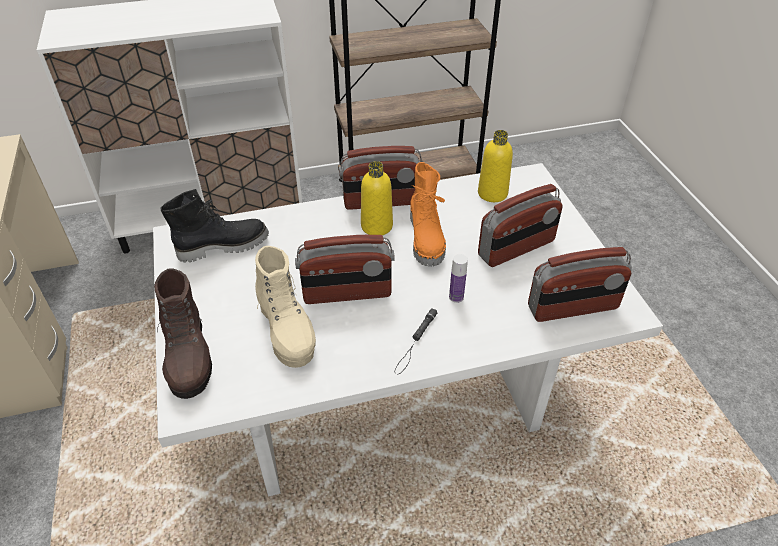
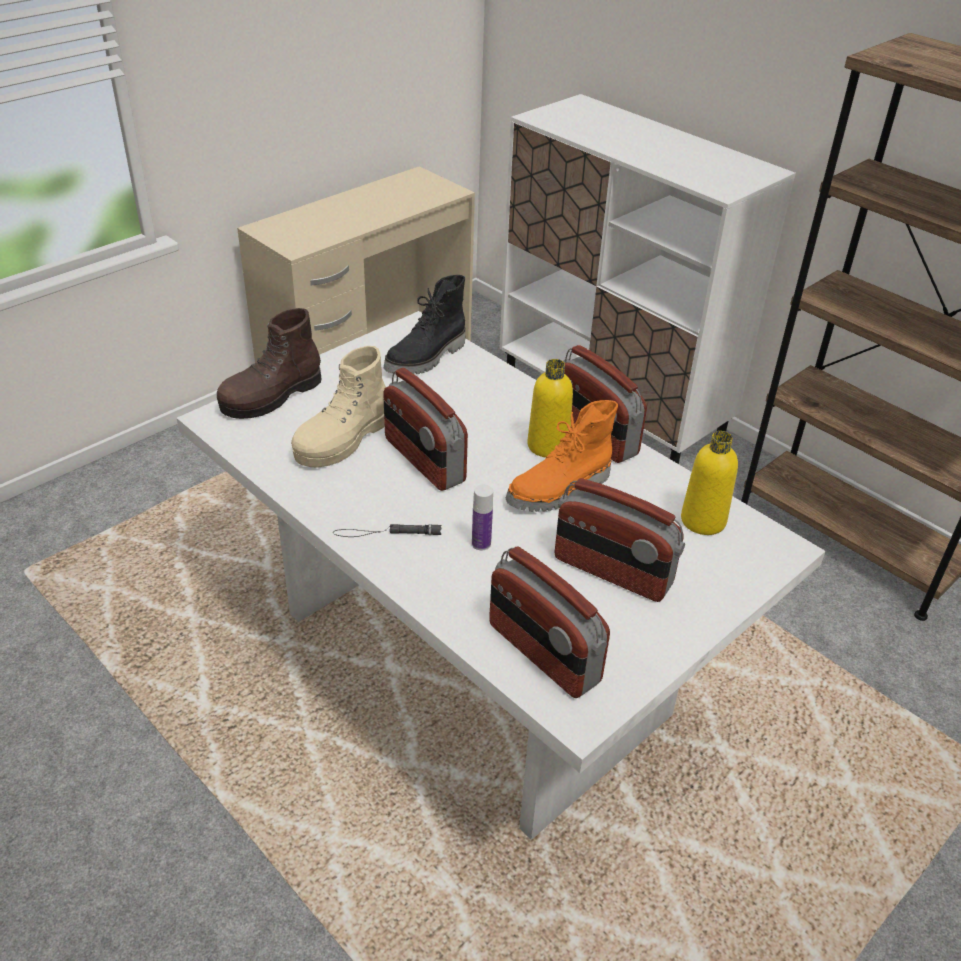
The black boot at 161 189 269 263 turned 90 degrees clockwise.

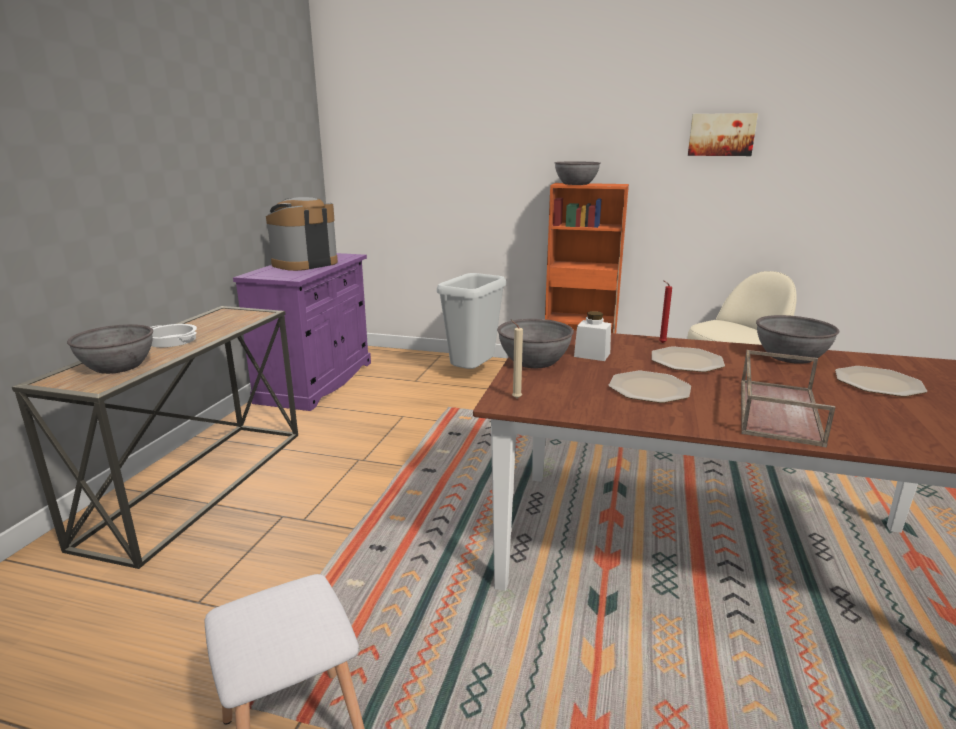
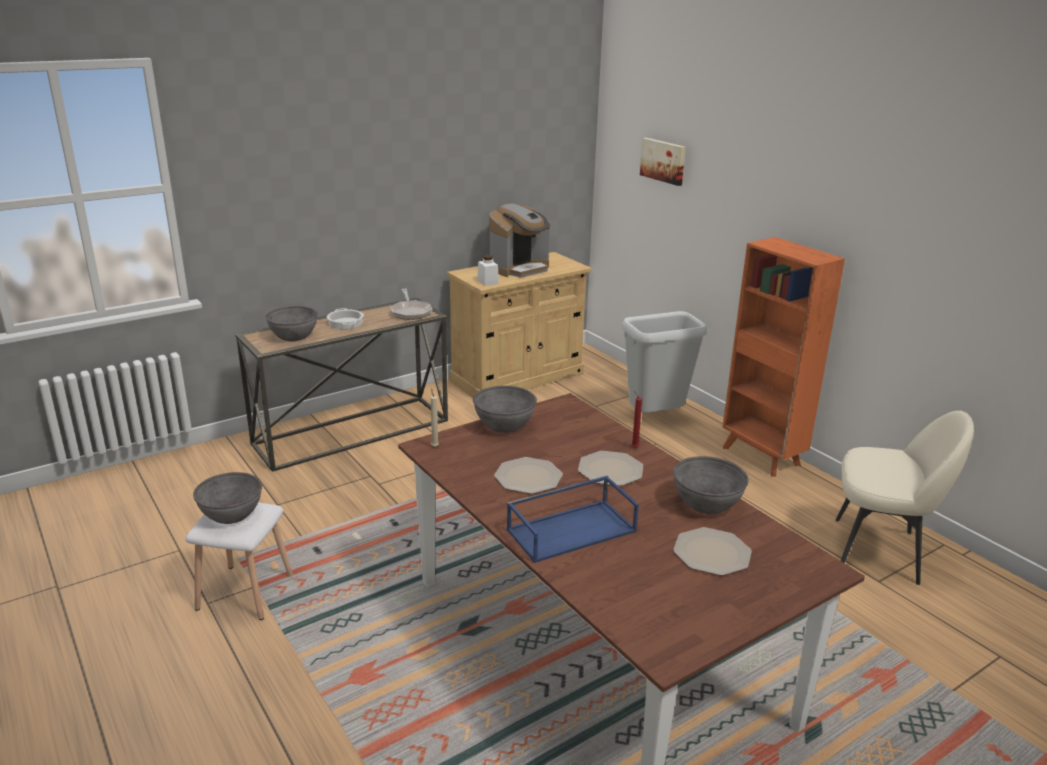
The grey bowl moved from 555 162 601 185 to 193 472 262 524. The frying pan at 390 289 432 320 appeared. The purple cabinet at 233 253 371 411 became the beige cabinet at 447 252 592 398. The white jar moved from 574 311 611 361 to 477 255 499 286. The coffee machine at 266 197 338 271 turned 150 degrees clockwise. The brown tray at 741 350 836 448 became the blue tray at 506 476 639 563. The picture moved from 688 113 758 156 to 640 138 686 186.

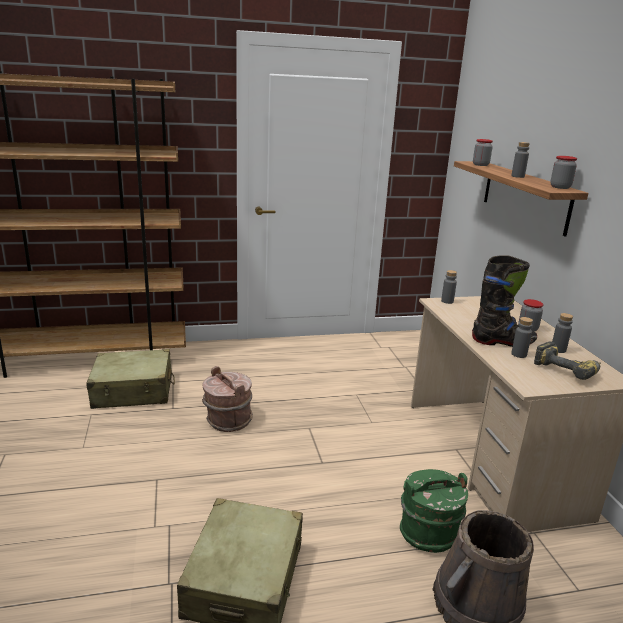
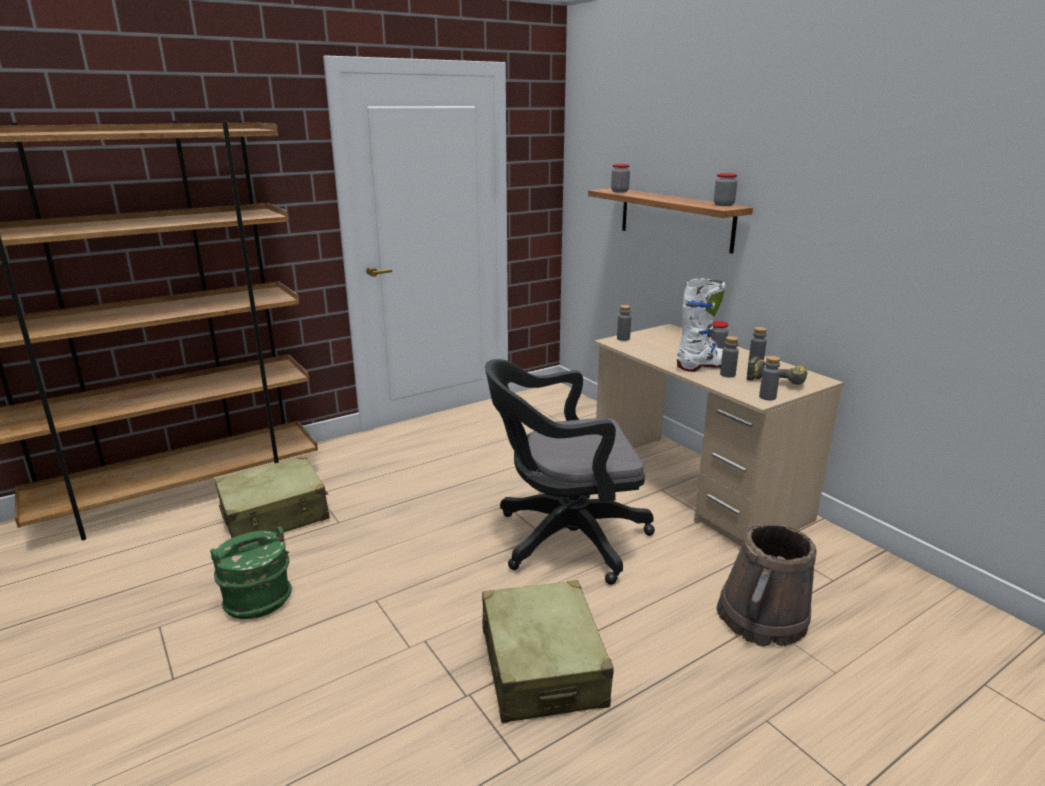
The green bucket moved from 400 469 468 553 to 210 526 292 619. The black office chair at 485 359 655 585 appeared. The black boot at 472 255 537 347 became the white boot at 677 278 726 372. The grey bottle moved from 511 142 530 178 to 759 356 780 400. The brown bucket at 202 366 253 432 disappeared.

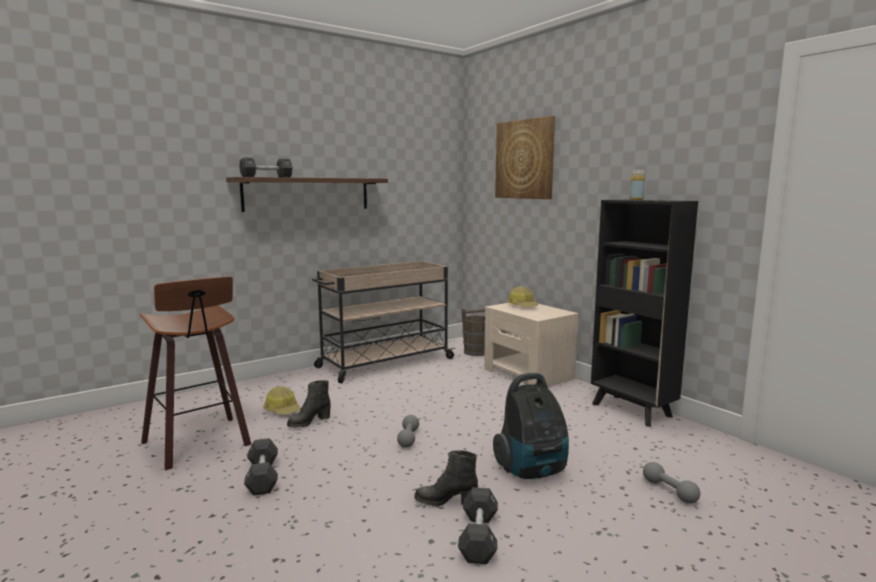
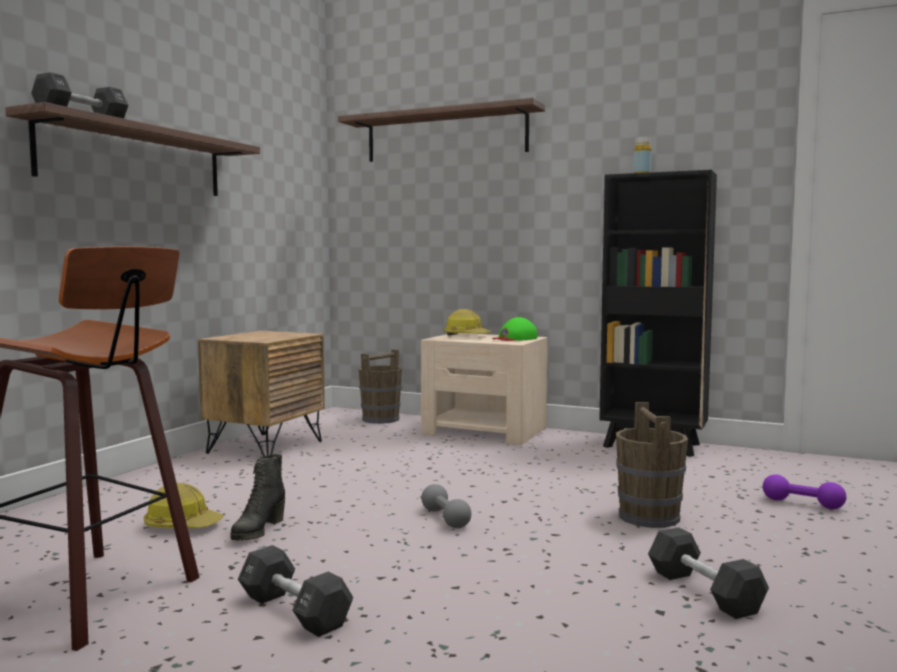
The beige cart at 312 261 456 383 was replaced by the brown nightstand at 198 331 325 456. The picture at 495 116 555 199 was replaced by the shelf at 338 98 545 162. The green cap at 492 317 538 341 appeared. The vacuum cleaner at 493 373 569 479 was replaced by the brown bucket at 616 402 688 528. The grey dumbbell at 643 462 700 504 became the purple dumbbell at 763 474 846 509. The black boot at 414 450 478 507 disappeared.

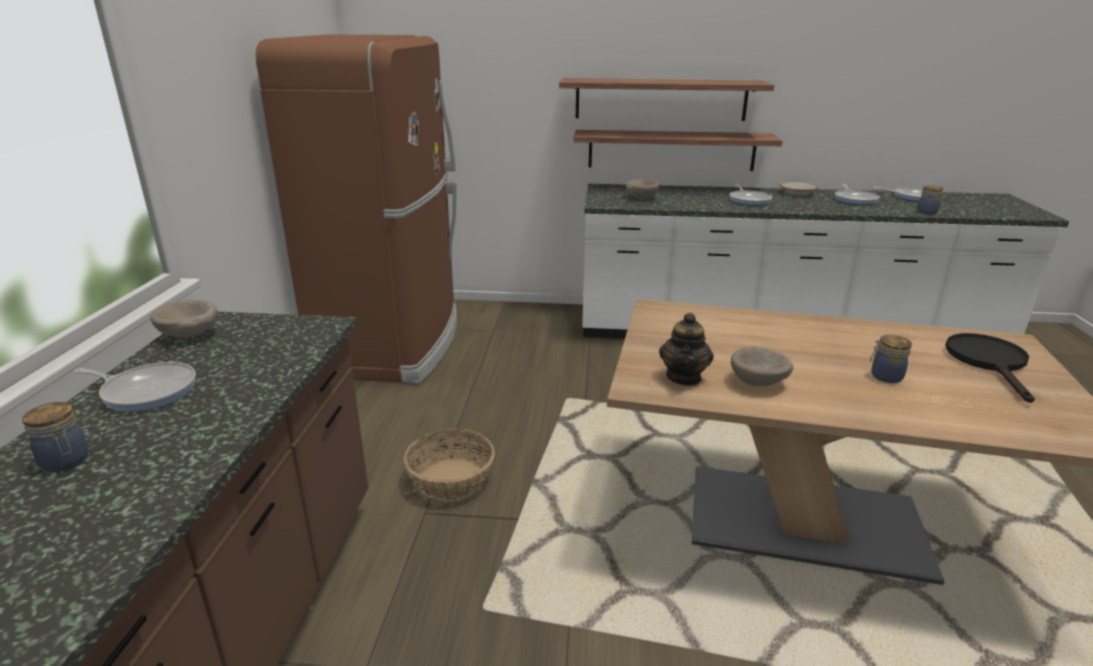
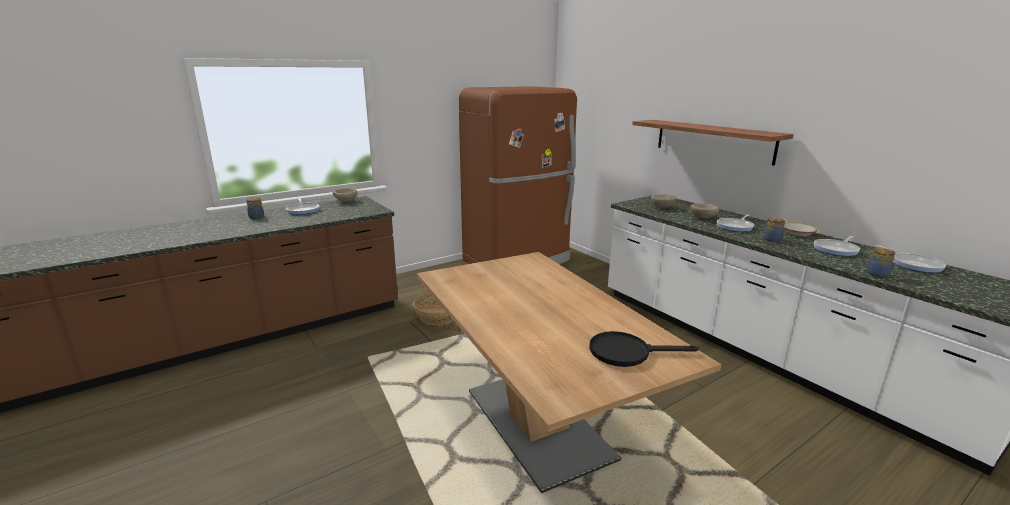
The black frying pan at 945 333 1035 403 turned 150 degrees counterclockwise. The beige bowl moved from 731 346 793 386 to 690 203 719 219. The jar moved from 870 335 912 383 to 764 218 785 242. The shelf at 573 130 782 171 disappeared. The teapot at 659 313 714 386 disappeared.

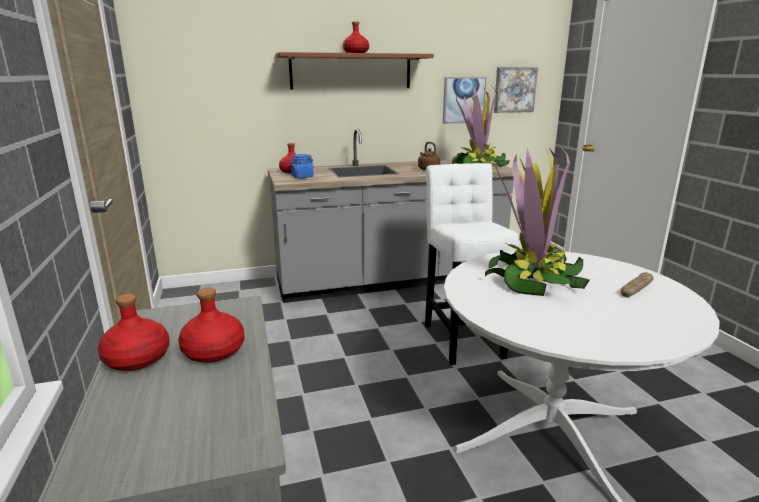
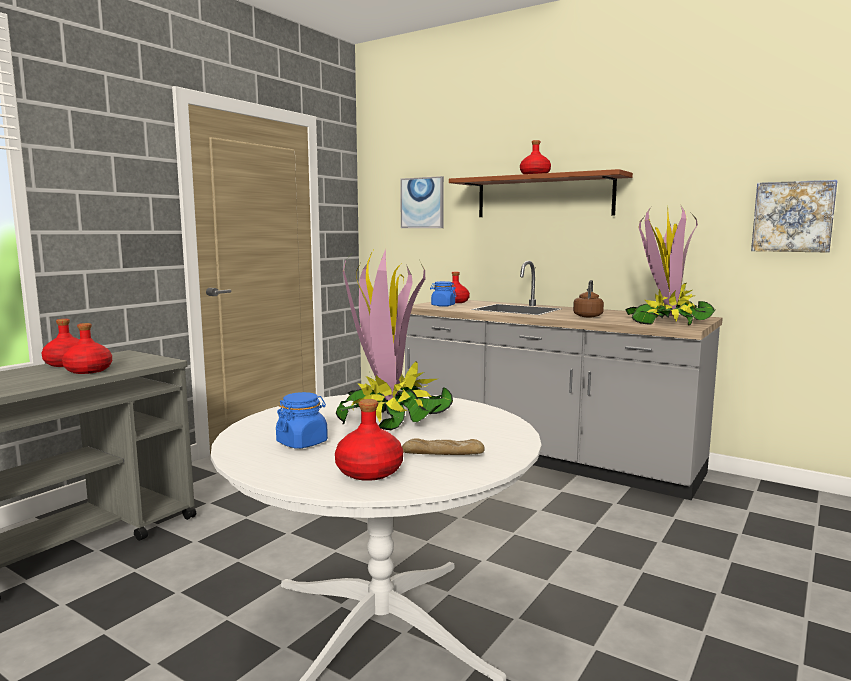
The blue jar at 276 392 328 449 appeared. The red bottle at 335 399 403 481 appeared. The picture moved from 443 77 487 124 to 400 176 444 228. The white stool at 425 163 519 365 disappeared.

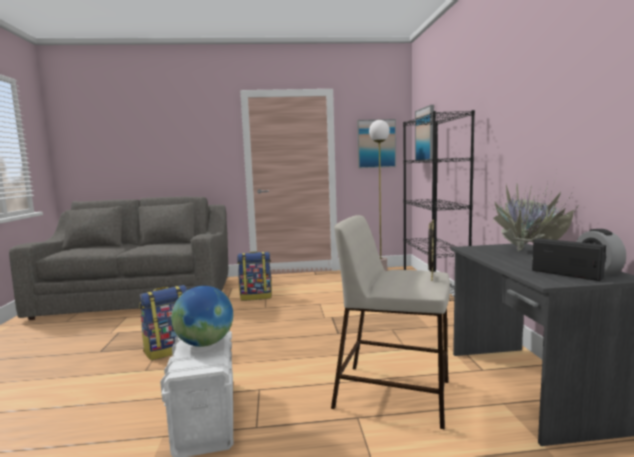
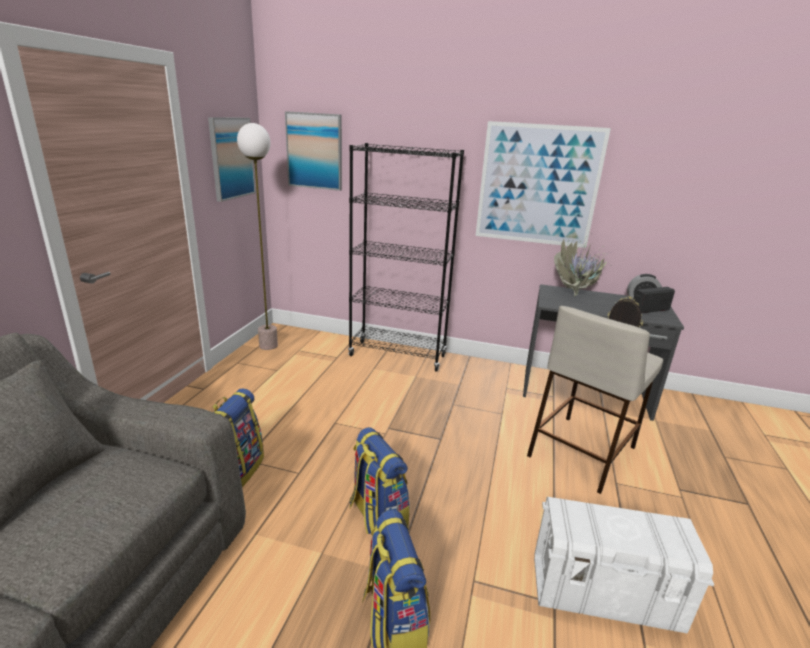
The backpack at 349 427 410 535 appeared. The picture at 475 121 611 248 appeared. The globe at 171 286 233 347 disappeared.

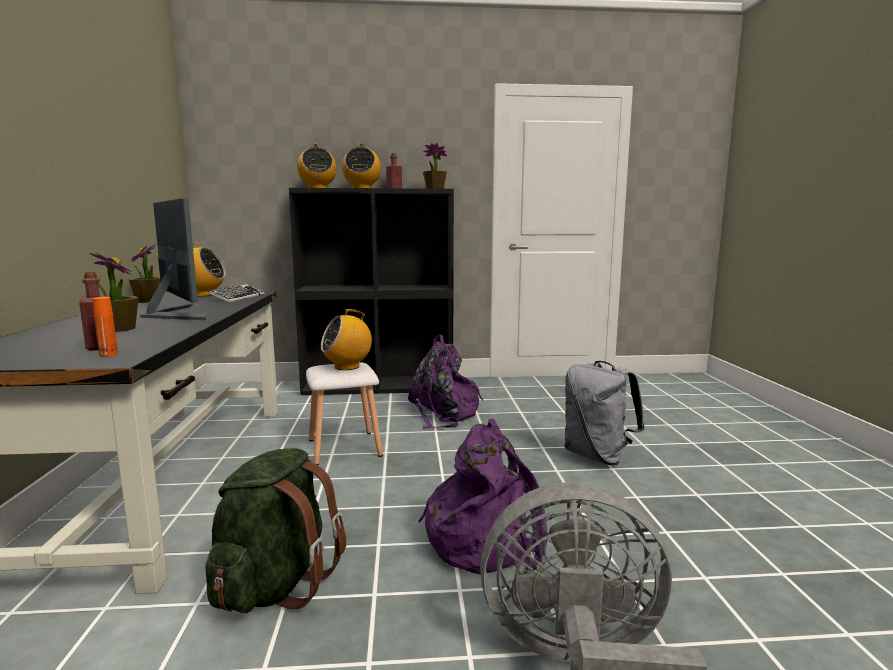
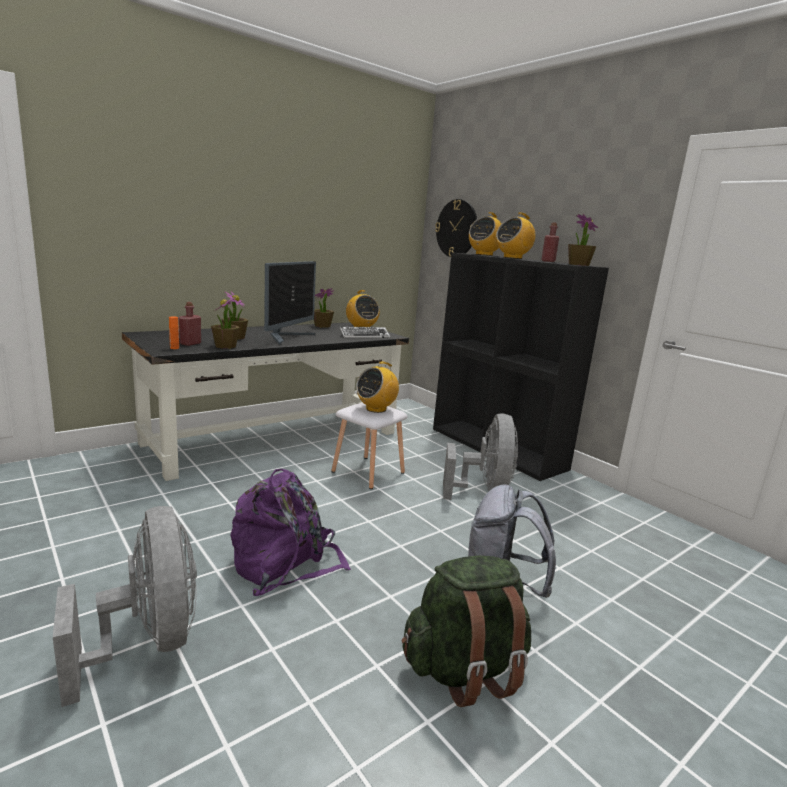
The potted plant at 211 297 240 349 appeared. The radio at 321 309 372 370 turned 75 degrees counterclockwise. The green backpack moved from 205 448 346 613 to 402 556 531 707. The wall clock at 435 199 477 257 appeared. The purple backpack at 408 334 483 428 was replaced by the grey fan at 443 413 518 500.

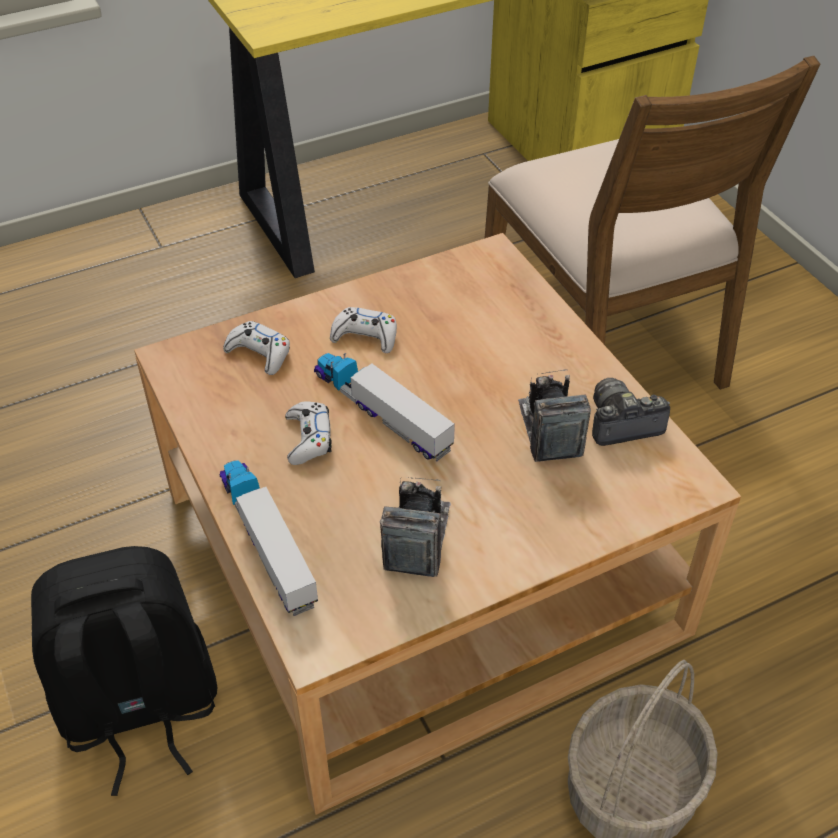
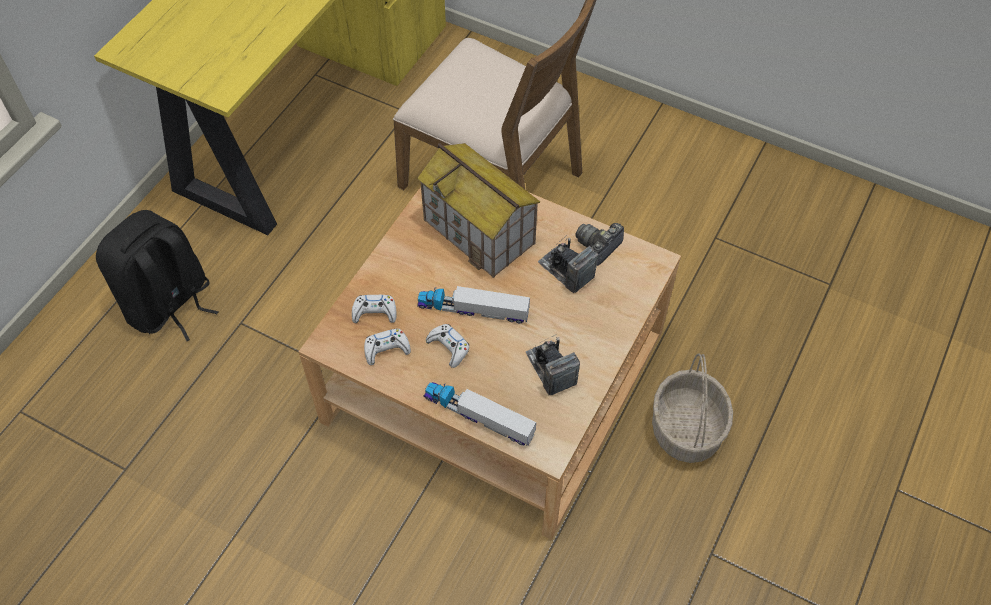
The black backpack moved from 31 546 217 796 to 96 210 219 341. The white game controller moved from 330 307 397 353 to 364 328 411 365. The toy house at 417 143 540 278 appeared.

